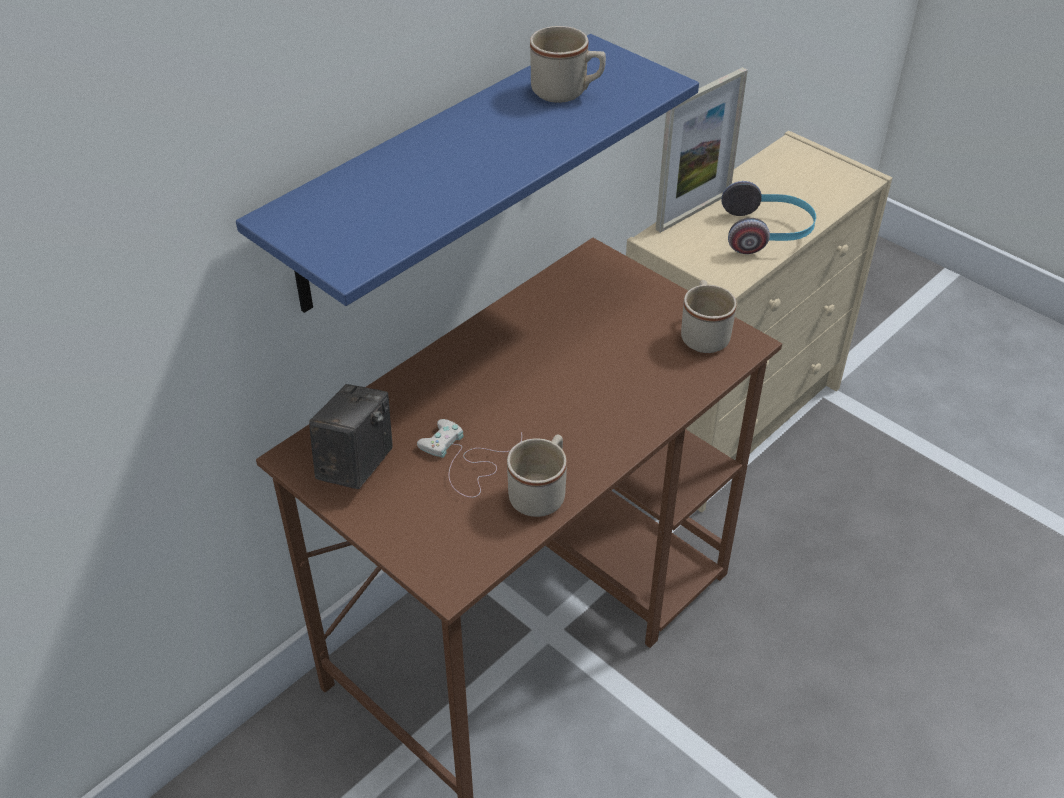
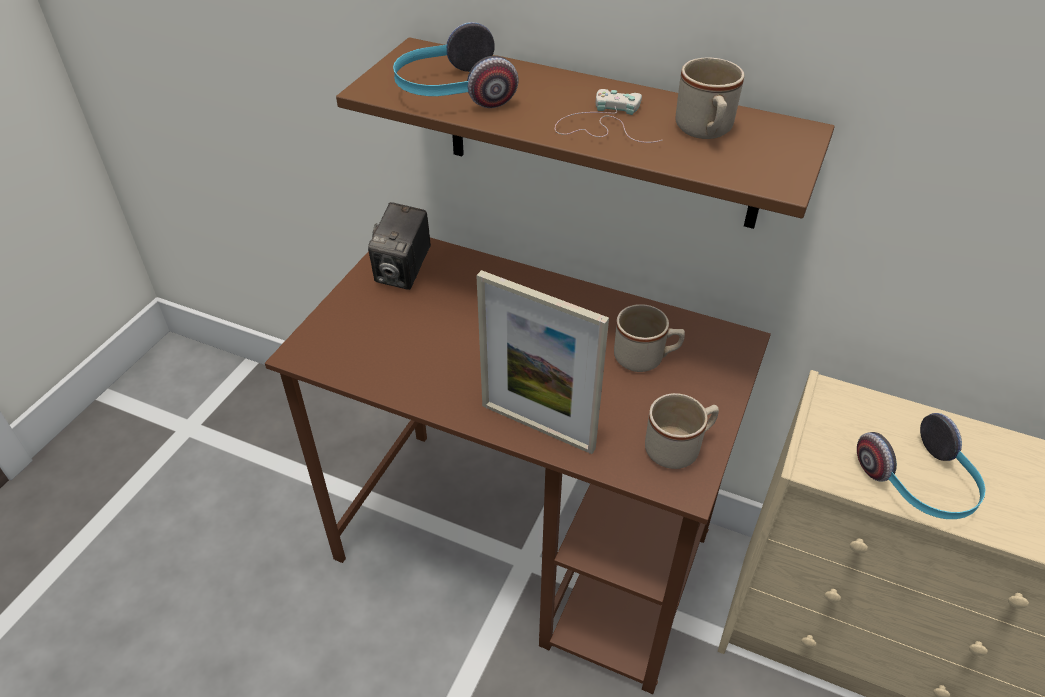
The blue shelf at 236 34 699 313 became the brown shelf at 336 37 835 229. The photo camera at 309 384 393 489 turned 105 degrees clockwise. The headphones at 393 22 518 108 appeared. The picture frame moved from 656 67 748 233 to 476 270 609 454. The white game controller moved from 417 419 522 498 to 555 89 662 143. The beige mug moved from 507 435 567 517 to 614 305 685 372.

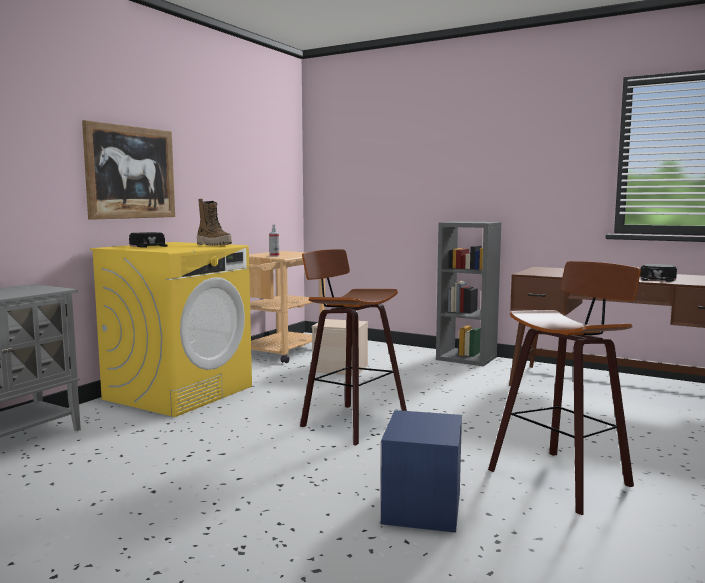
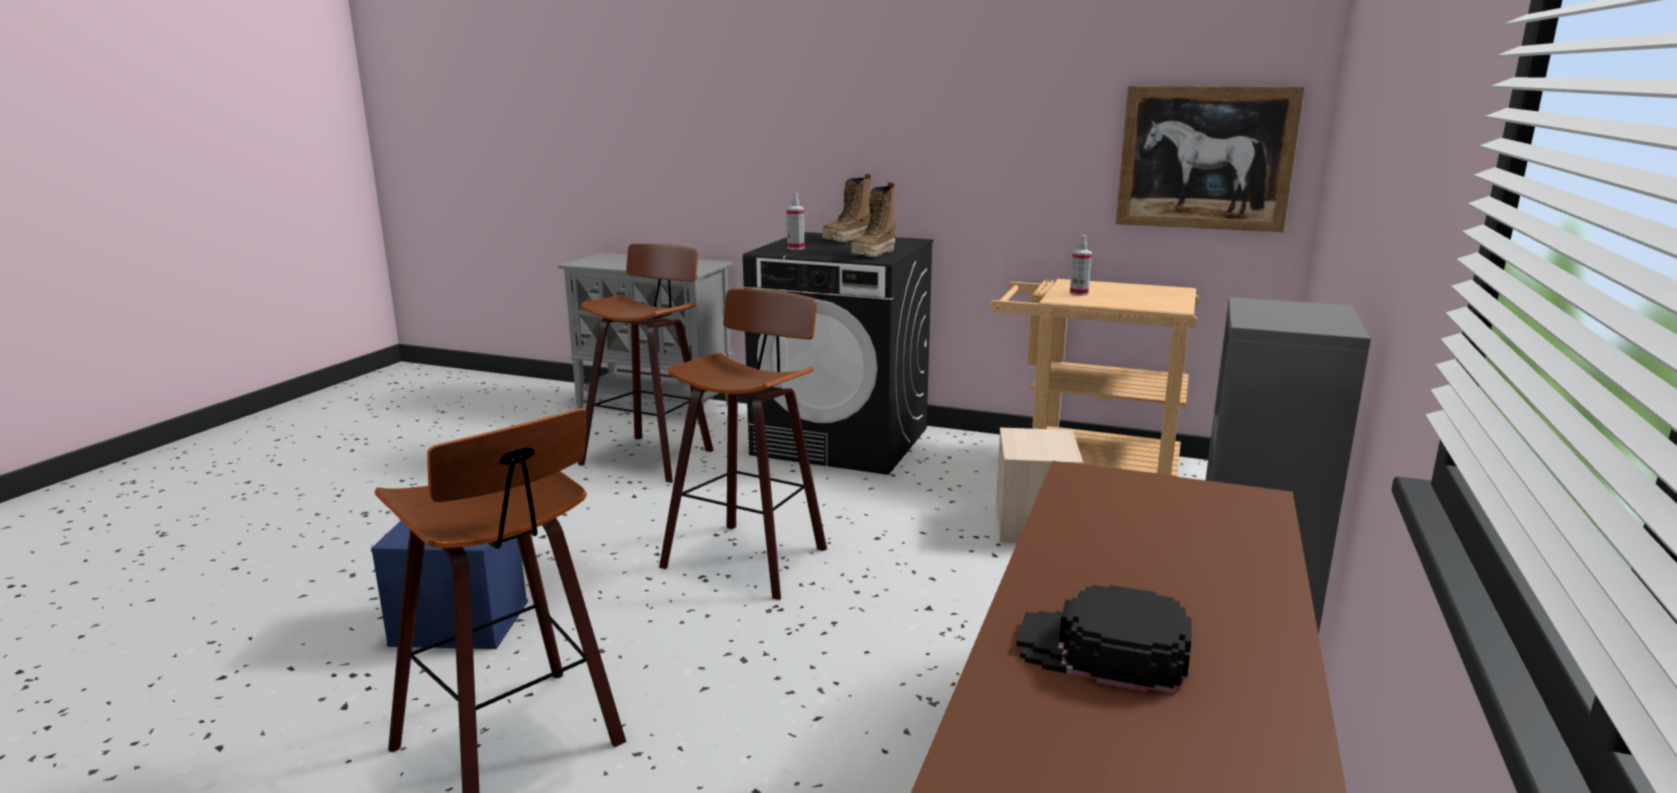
The stool at 578 243 714 483 appeared. The yellow washing machine at 90 242 252 417 became the black washing machine at 743 232 934 475. The spray bottle at 786 192 804 250 appeared. The black cap at 129 232 167 248 was replaced by the boot at 822 174 871 242. The picture moved from 82 120 175 220 to 1116 86 1304 232.

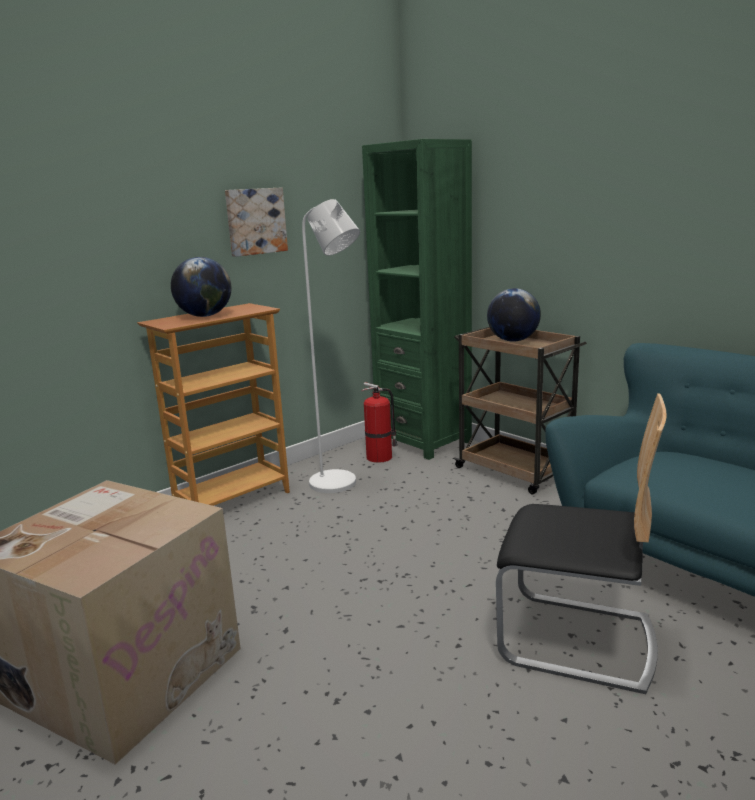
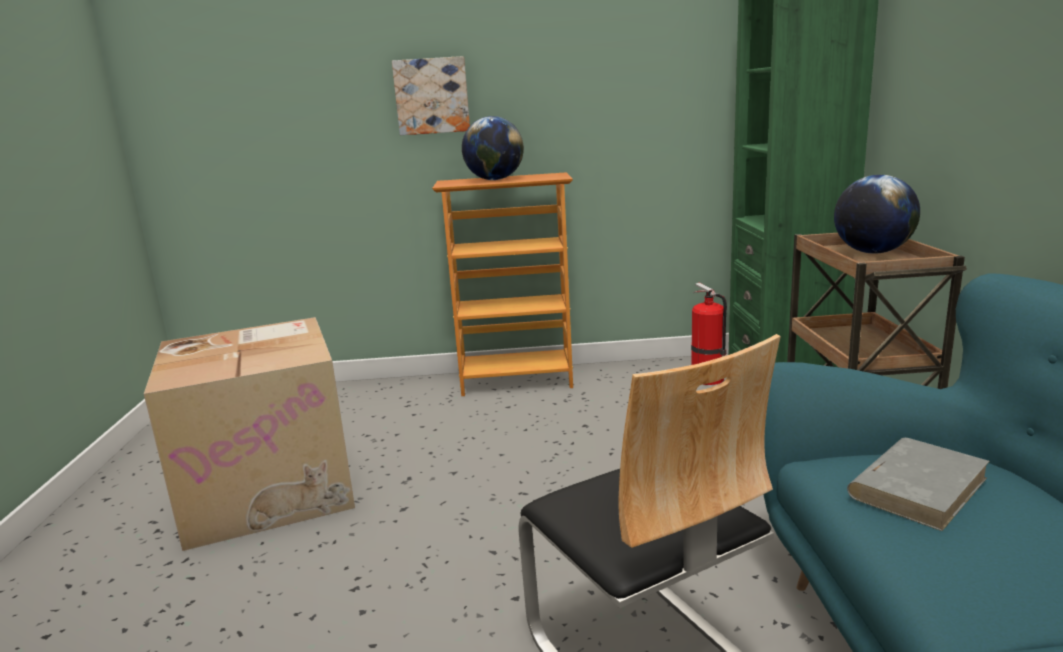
The picture moved from 225 187 288 257 to 392 56 470 135. The grey book at 847 438 990 531 appeared. The white floor lamp at 302 199 360 493 disappeared.

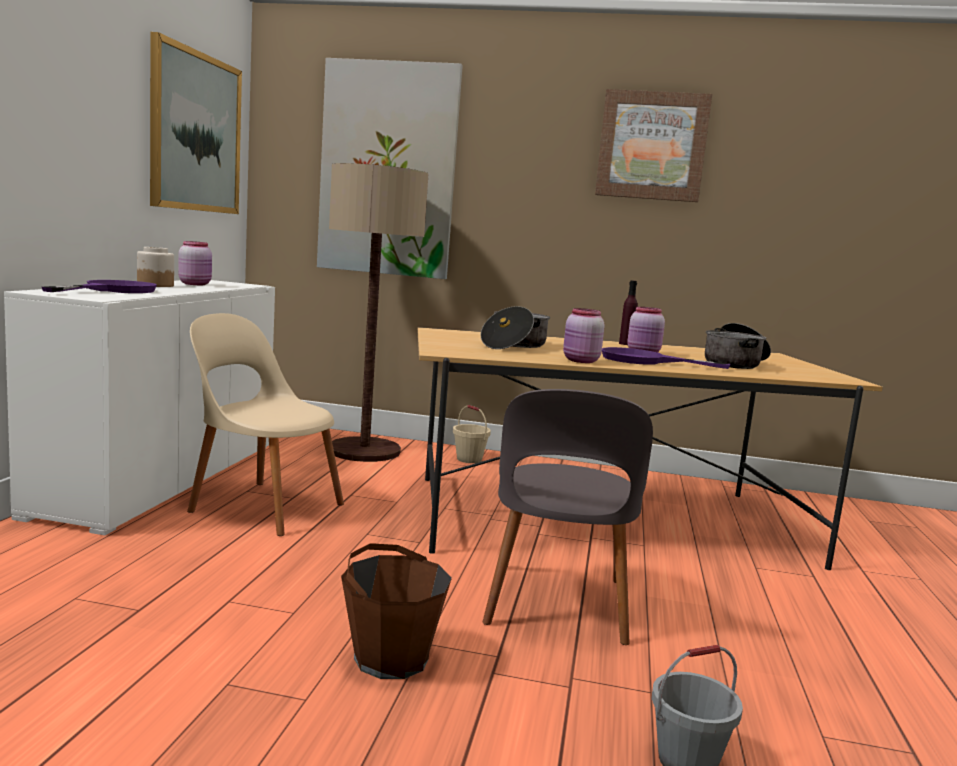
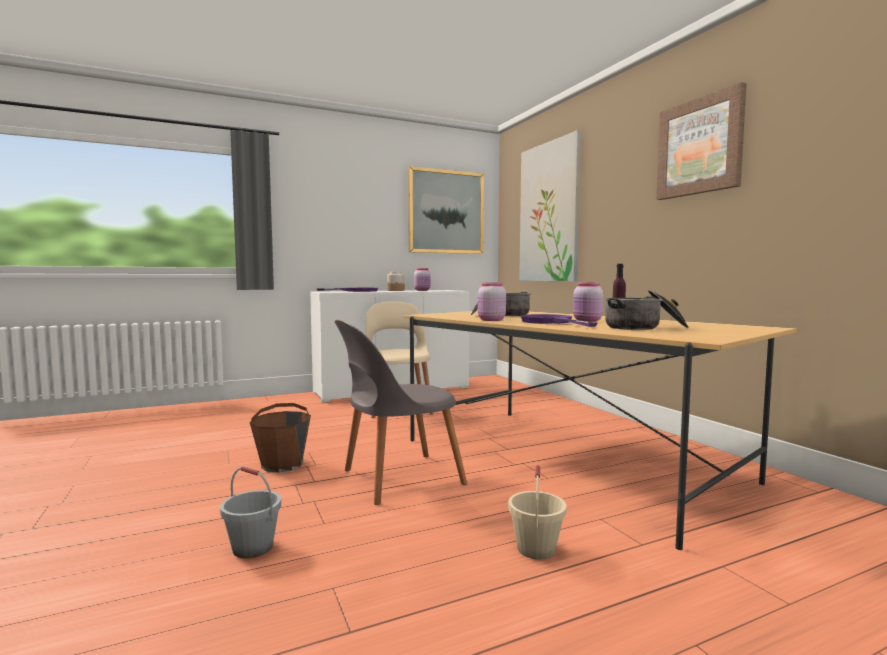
The beige bucket moved from 453 405 491 463 to 508 465 567 560. The floor lamp at 329 163 429 462 disappeared.

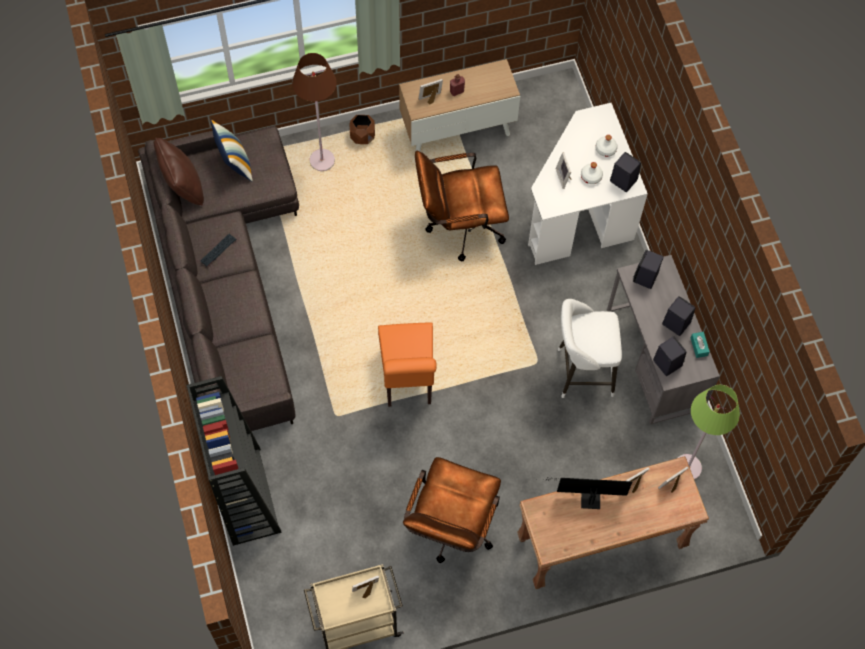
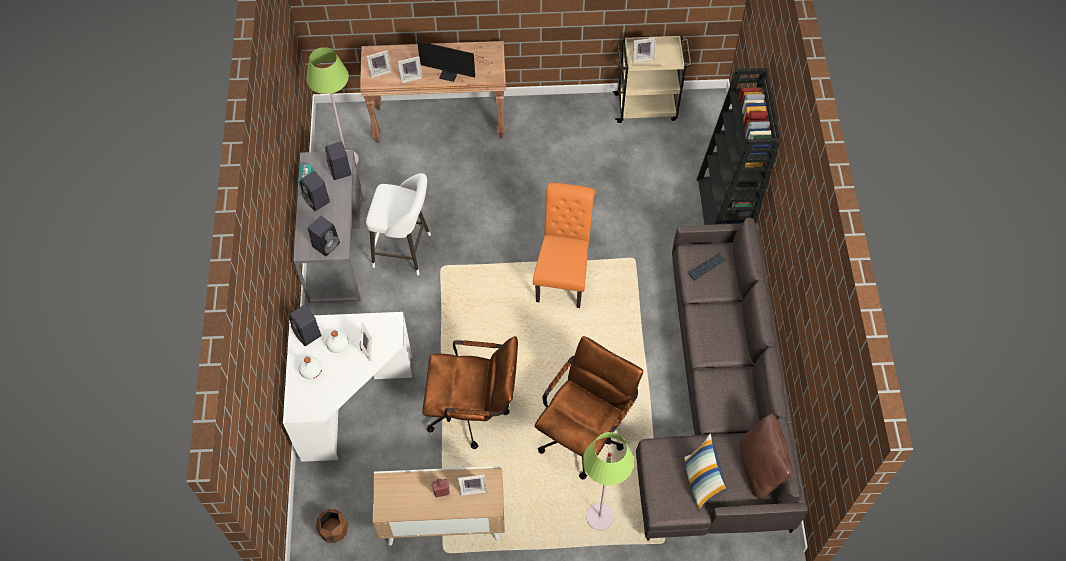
The brown planter moved from 350 115 375 144 to 316 509 348 543. The brown office chair moved from 403 457 501 563 to 534 336 643 480. The brown floor lamp at 292 53 337 171 became the green floor lamp at 583 432 634 530. The keyboard moved from 200 234 236 267 to 688 253 725 281.

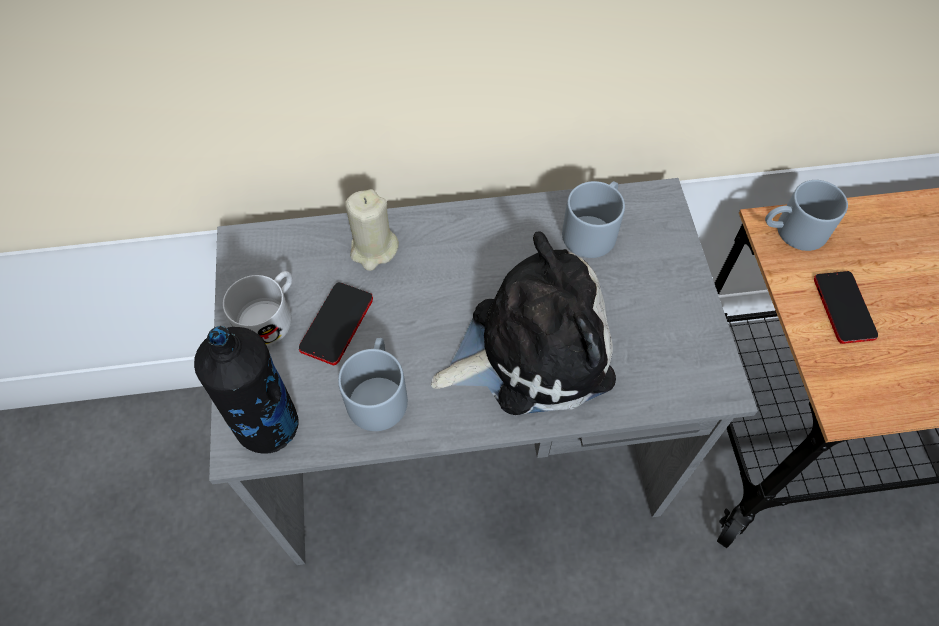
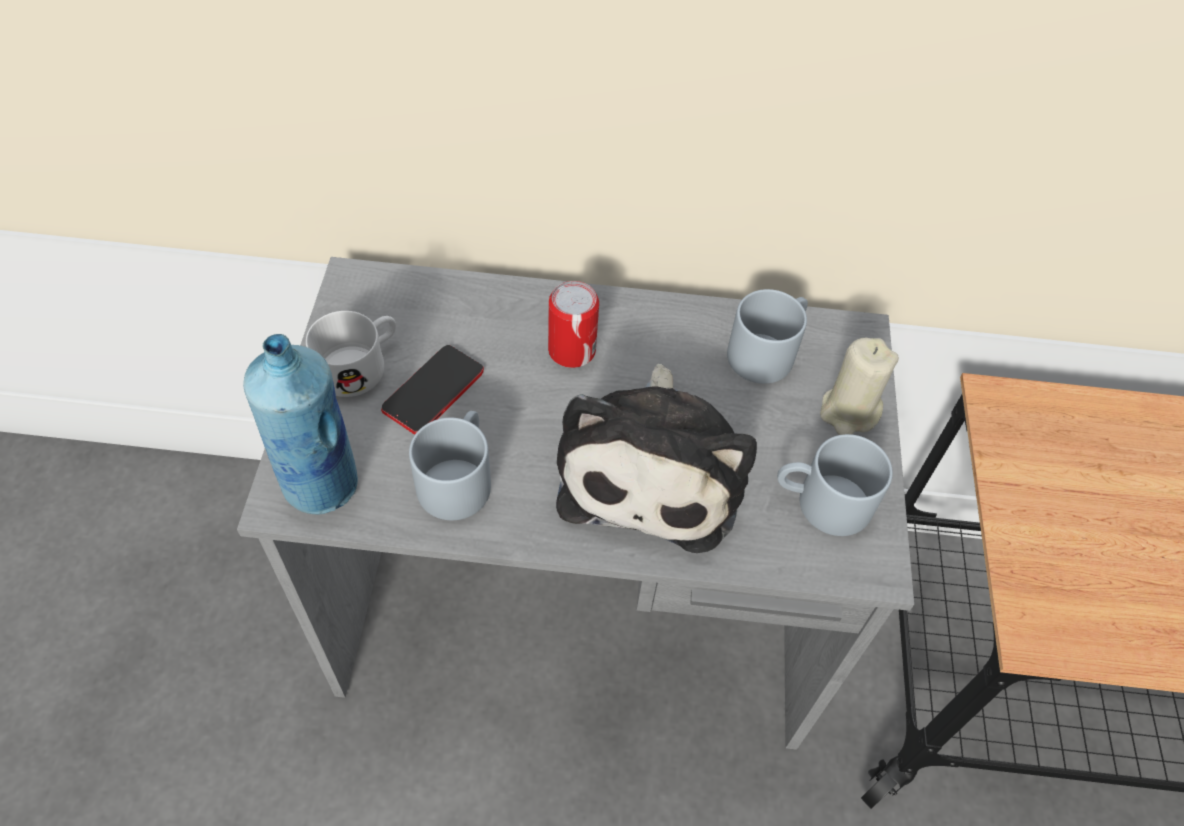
The black bottle at 194 326 299 454 became the blue bottle at 243 334 358 514. The can at 548 281 599 368 appeared. The plush toy at 431 231 616 415 turned 105 degrees clockwise. The grey mug moved from 765 180 848 251 to 777 434 893 536. The beige candle moved from 345 189 399 271 to 820 337 899 435. The phone at 814 271 878 344 disappeared.

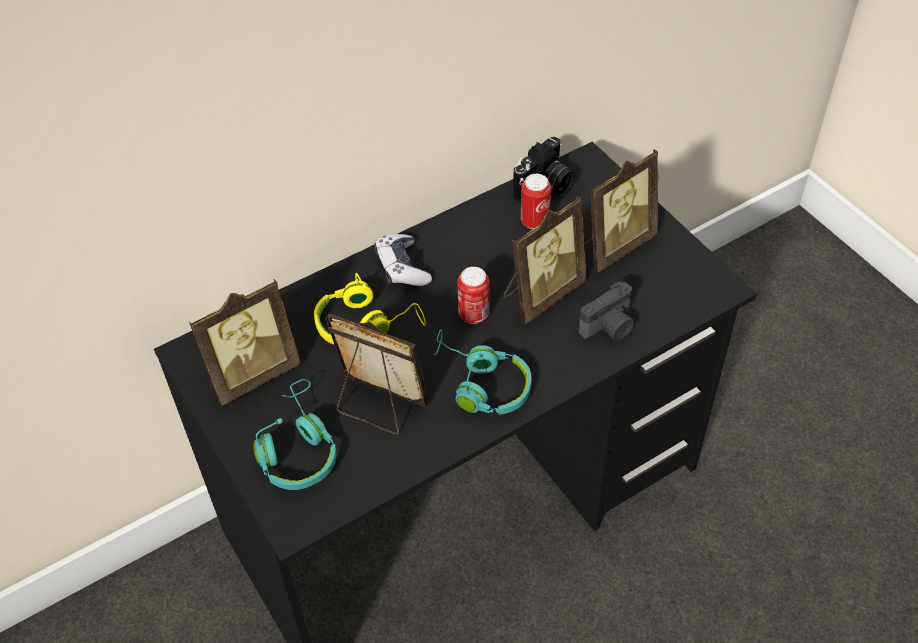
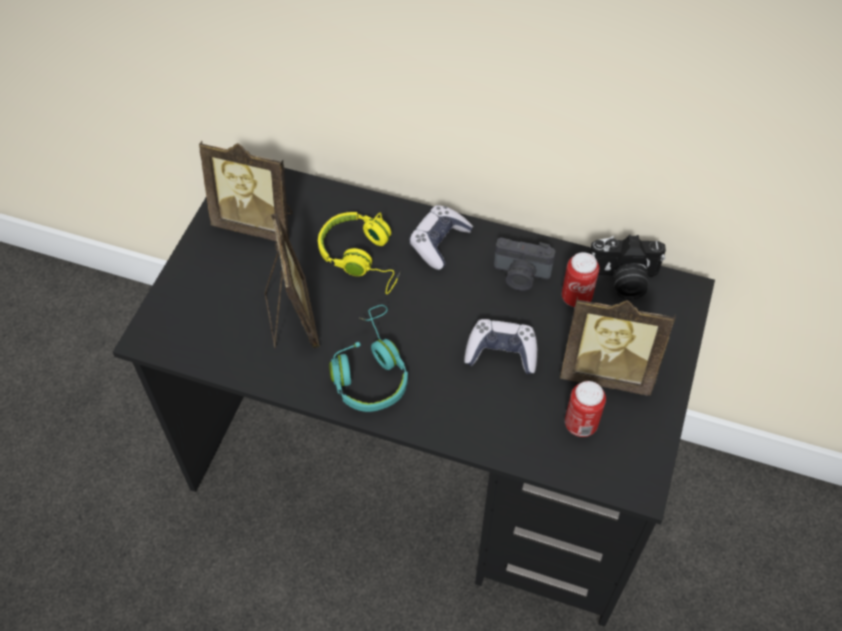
The picture frame at 504 196 587 324 was replaced by the game controller at 464 319 537 374. The photo camera moved from 579 282 634 341 to 494 238 555 291. The can moved from 457 267 490 324 to 565 381 606 437. The turquoise headphones at 253 379 336 490 disappeared.

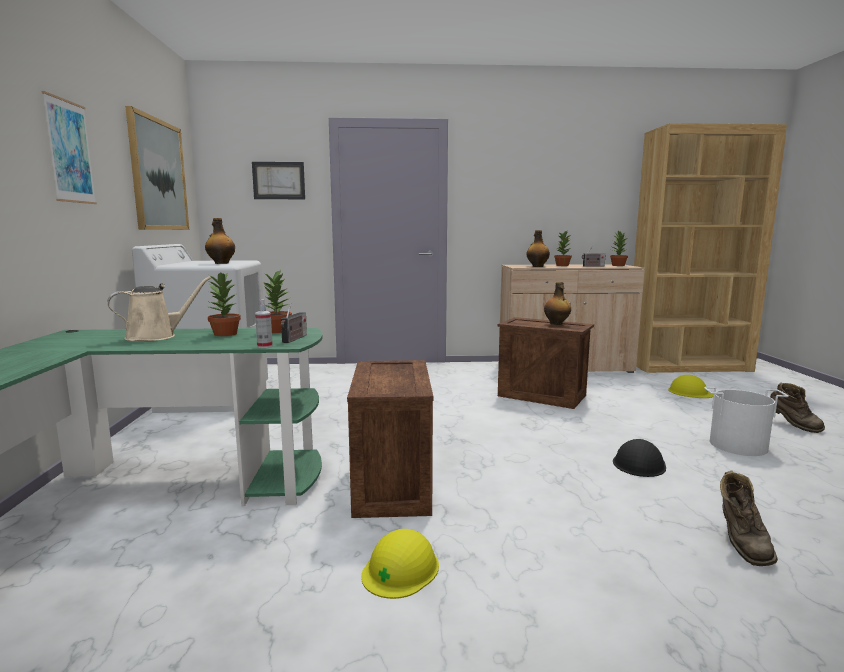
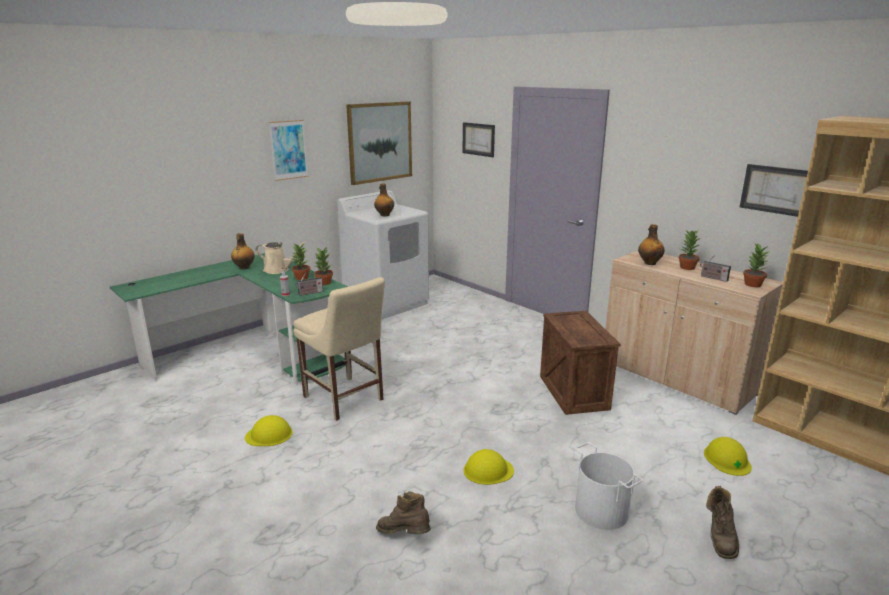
The bottle moved from 544 282 571 325 to 231 233 255 270. The crate at 347 360 433 518 was replaced by the beige chair at 293 277 385 421. The brown boot at 720 470 778 566 turned 60 degrees clockwise. The black hard hat at 613 439 666 477 became the yellow hard hat at 464 449 514 485. The picture at 740 164 808 217 appeared.

